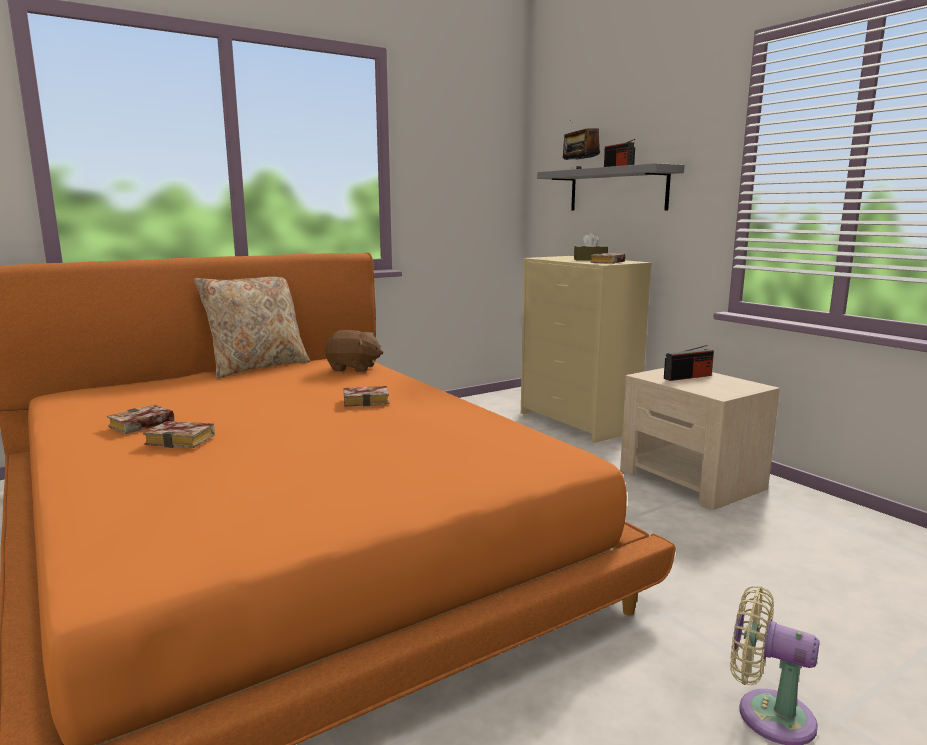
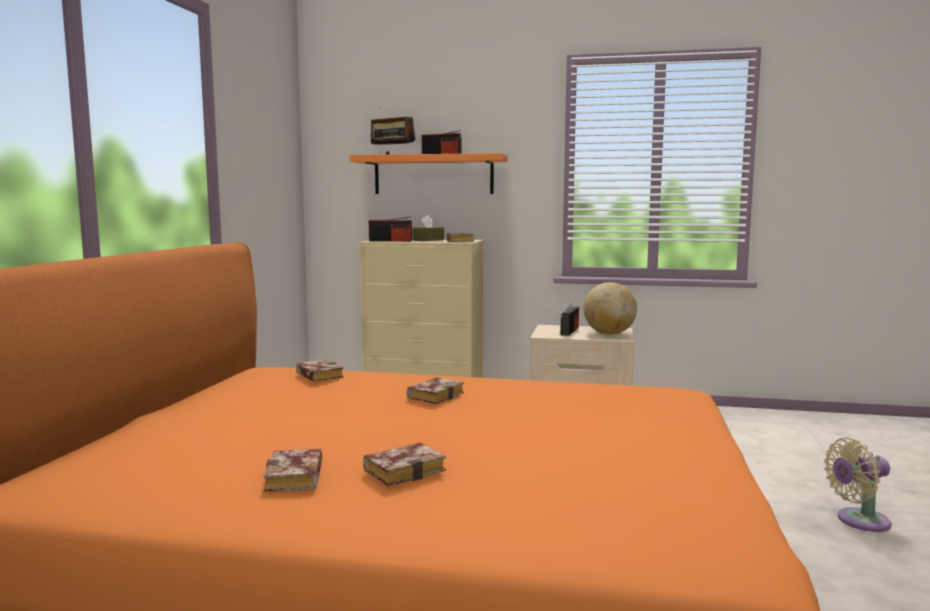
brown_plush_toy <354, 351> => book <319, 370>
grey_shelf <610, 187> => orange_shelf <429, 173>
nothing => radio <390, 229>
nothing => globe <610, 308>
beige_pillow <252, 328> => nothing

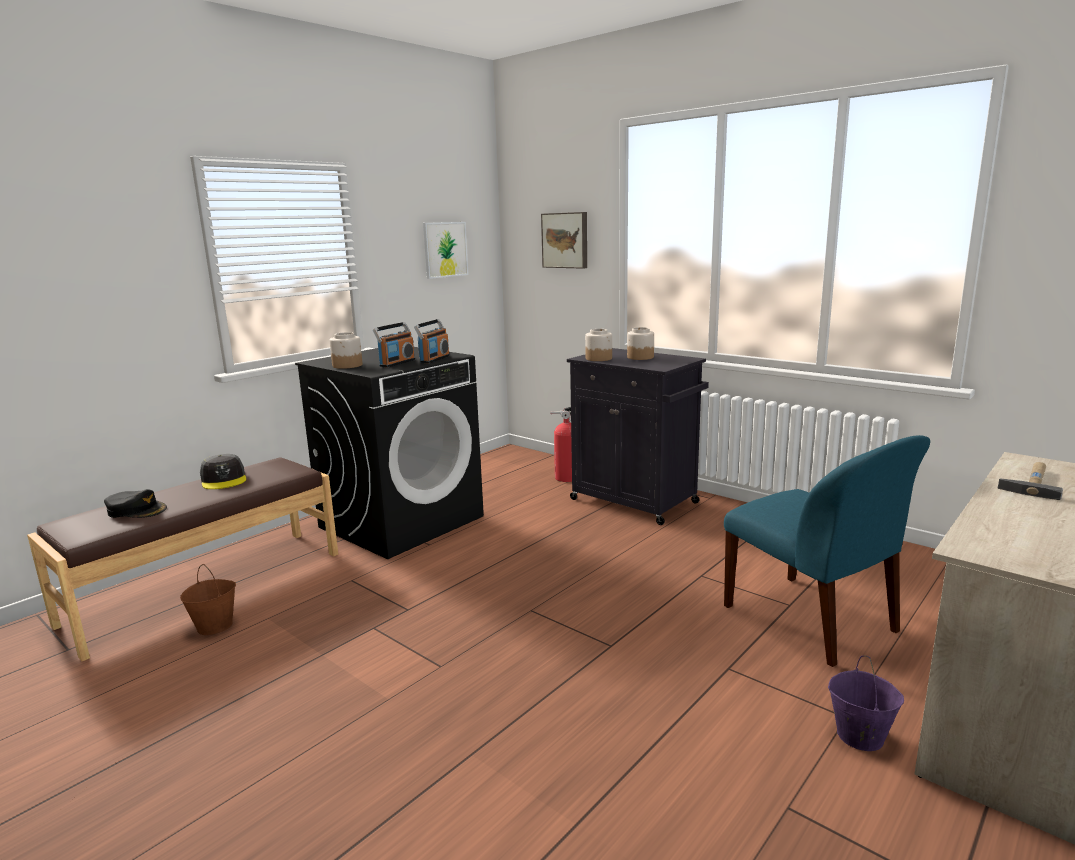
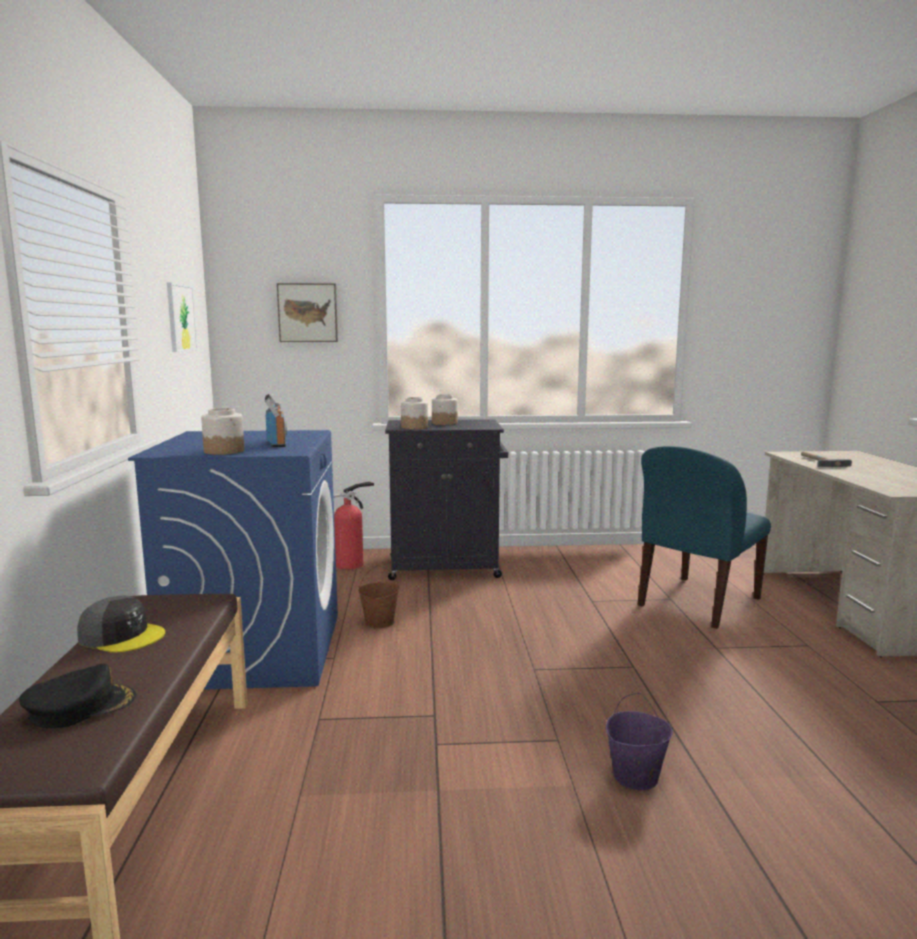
black_washing_machine <389, 453> => blue_washing_machine <233, 560>
brown_bucket <208, 599> => brown_bucket <379, 596>, moved
purple_bucket <866, 703> => purple_bucket <639, 741>, moved
blue_chair <827, 551> => blue_chair <704, 537>, 120 degrees clockwise
radio <432, 341> => nothing

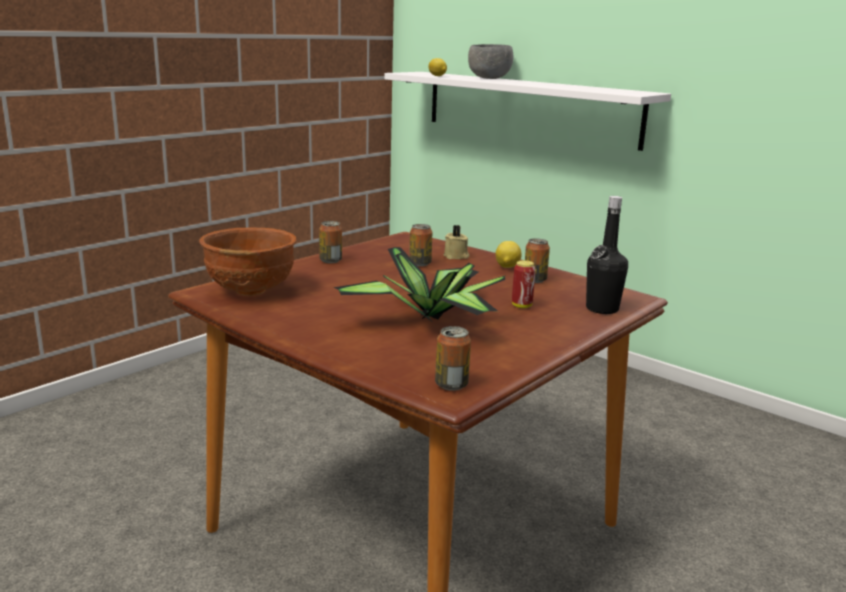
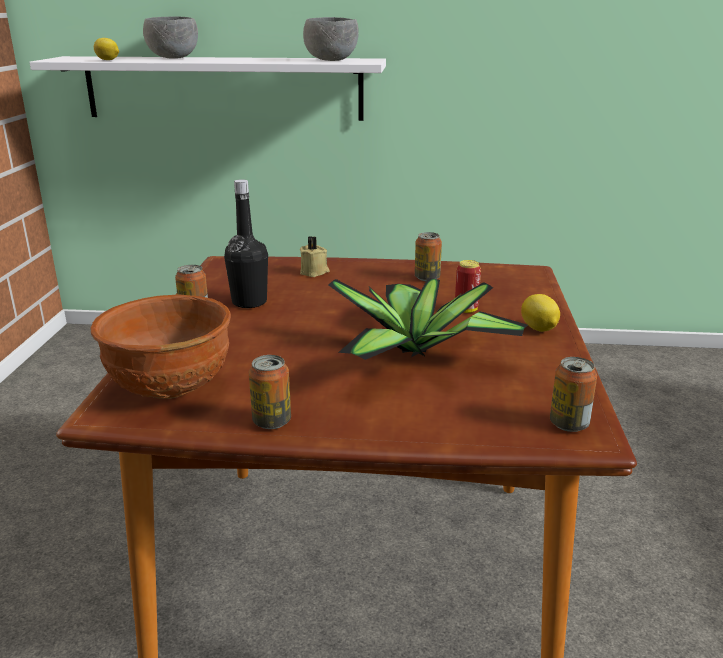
black_bottle <607, 255> => black_bottle <246, 243>, moved
can <420, 245> => can <270, 392>, moved
nothing => grey_bowl <331, 39>
lemon <508, 254> => lemon <540, 313>, moved

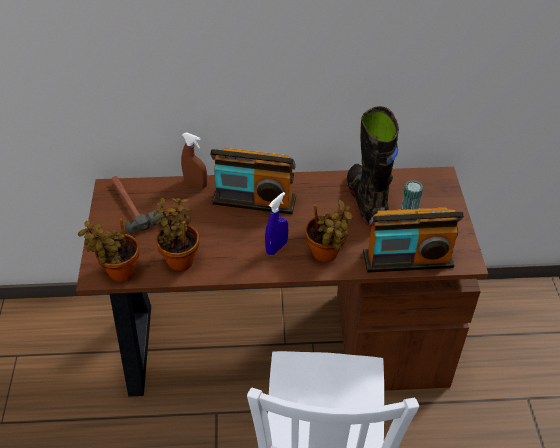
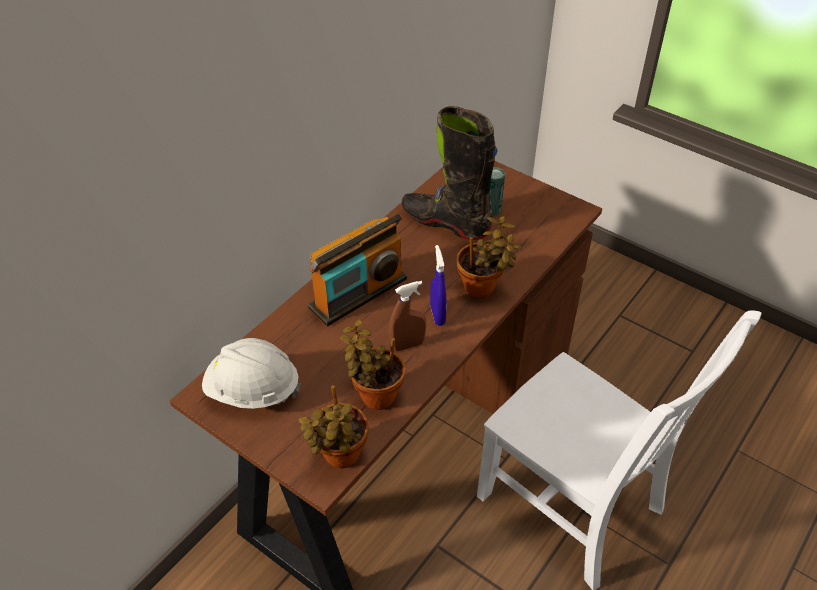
hammer <137, 205> => white_hard_hat <251, 373>
brown_spray_bottle <194, 160> => brown_spray_bottle <407, 316>, moved
radio <413, 240> => nothing

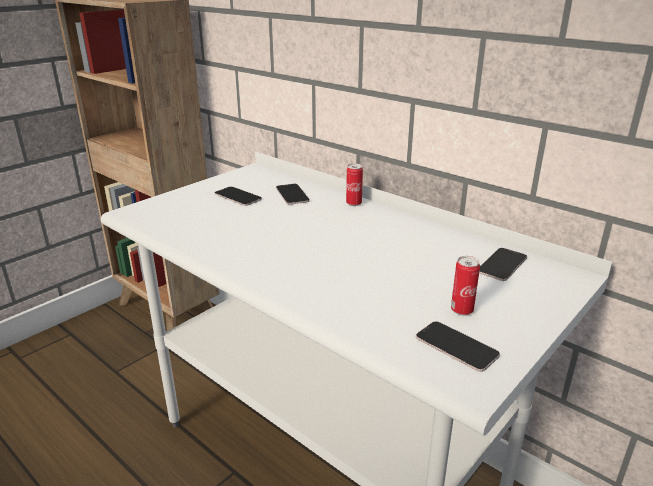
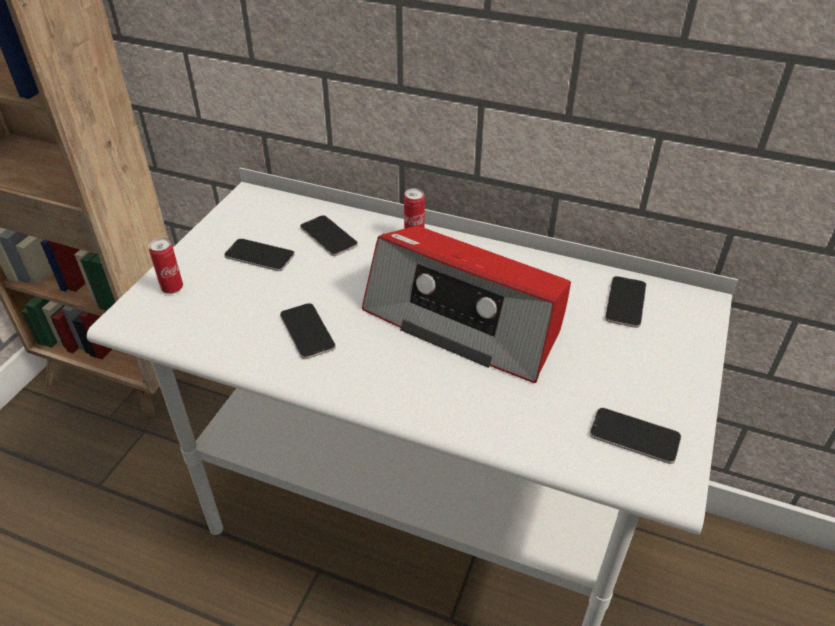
can <465, 285> => can <166, 266>, moved
nothing => phone <308, 331>
nothing => radio <466, 304>

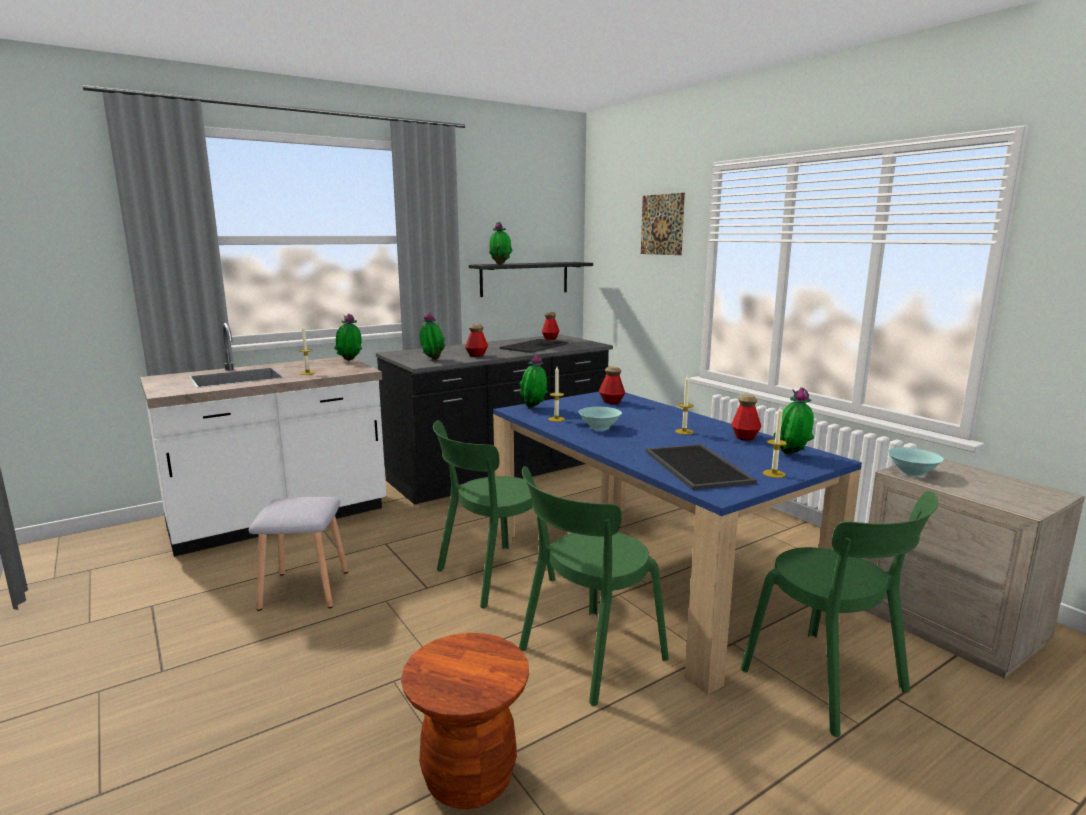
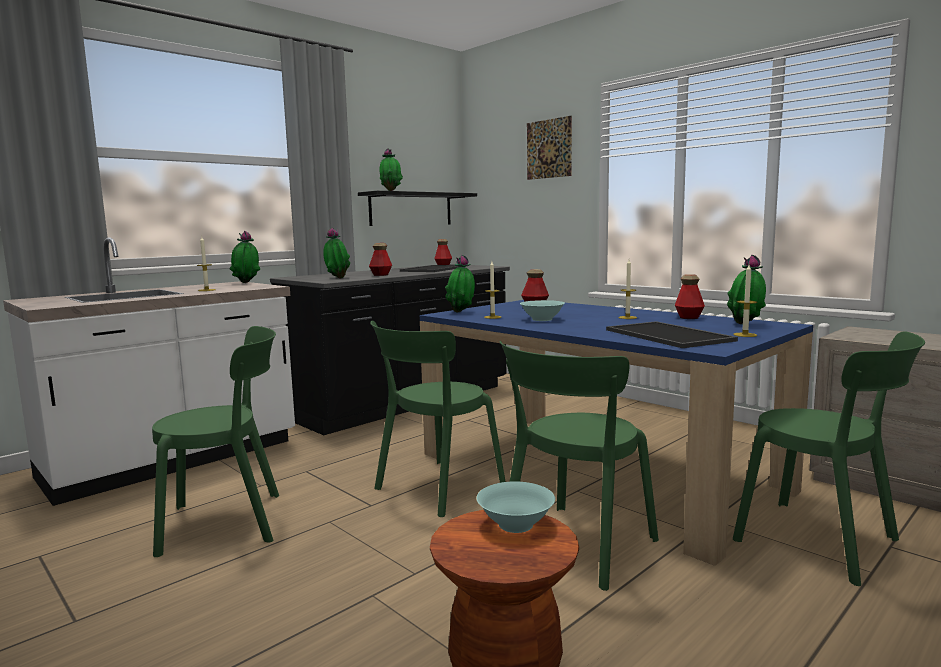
grey_stool <298, 554> => green_chair <215, 441>
turquoise_bowl <916, 462> => turquoise_bowl <516, 507>, moved

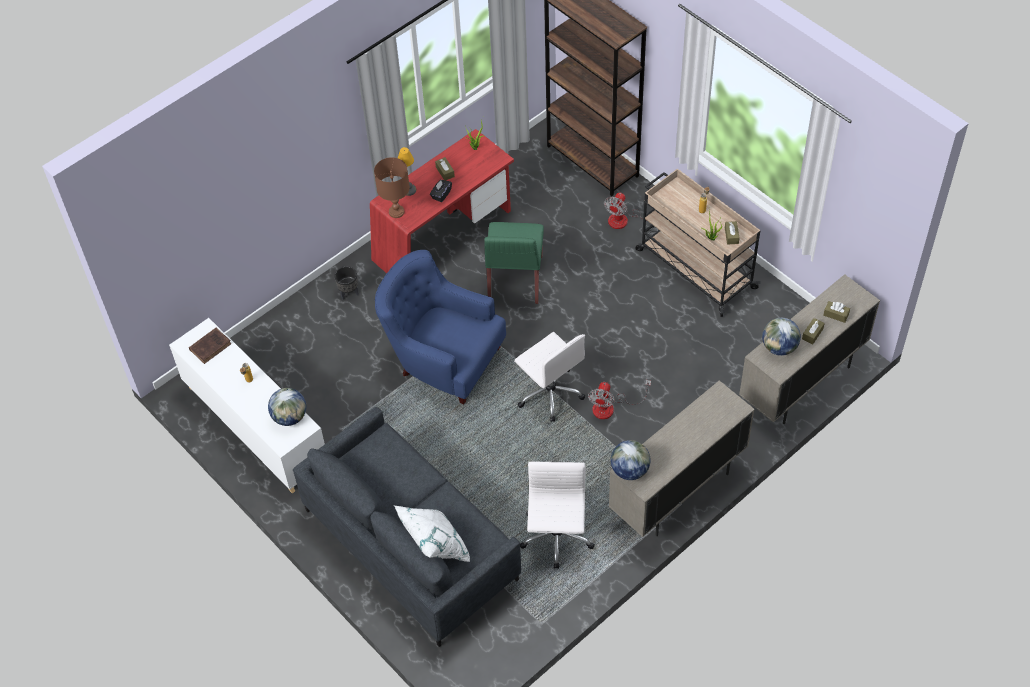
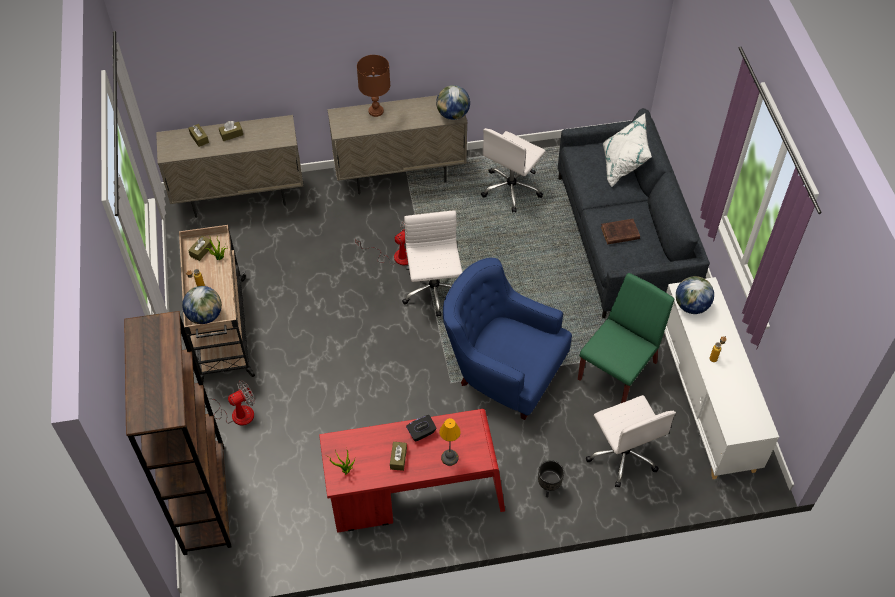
globe <781, 337> => globe <202, 305>, moved
brown_table_lamp <392, 187> => brown_table_lamp <373, 86>, moved
blue_armchair <440, 327> => blue_armchair <507, 339>, 150 degrees clockwise
green_chair <514, 263> => green_chair <626, 338>, moved
nothing => white_office_chair <631, 441>
brown_book <210, 346> => brown_book <620, 232>, moved

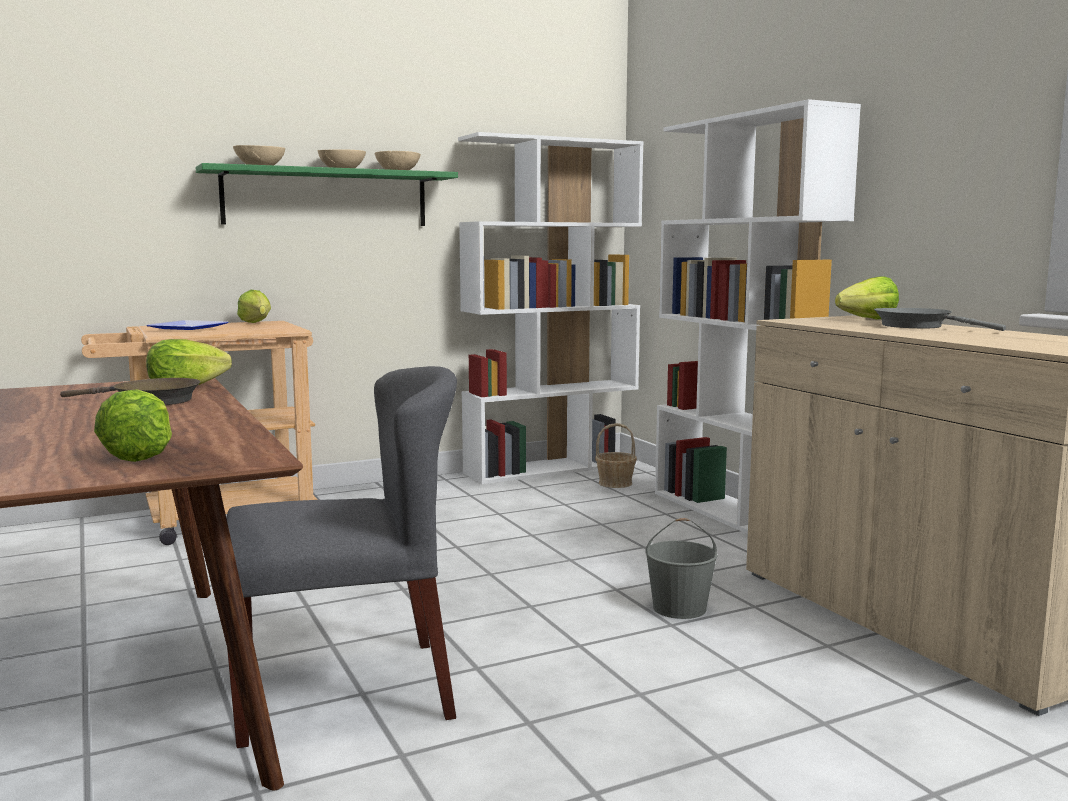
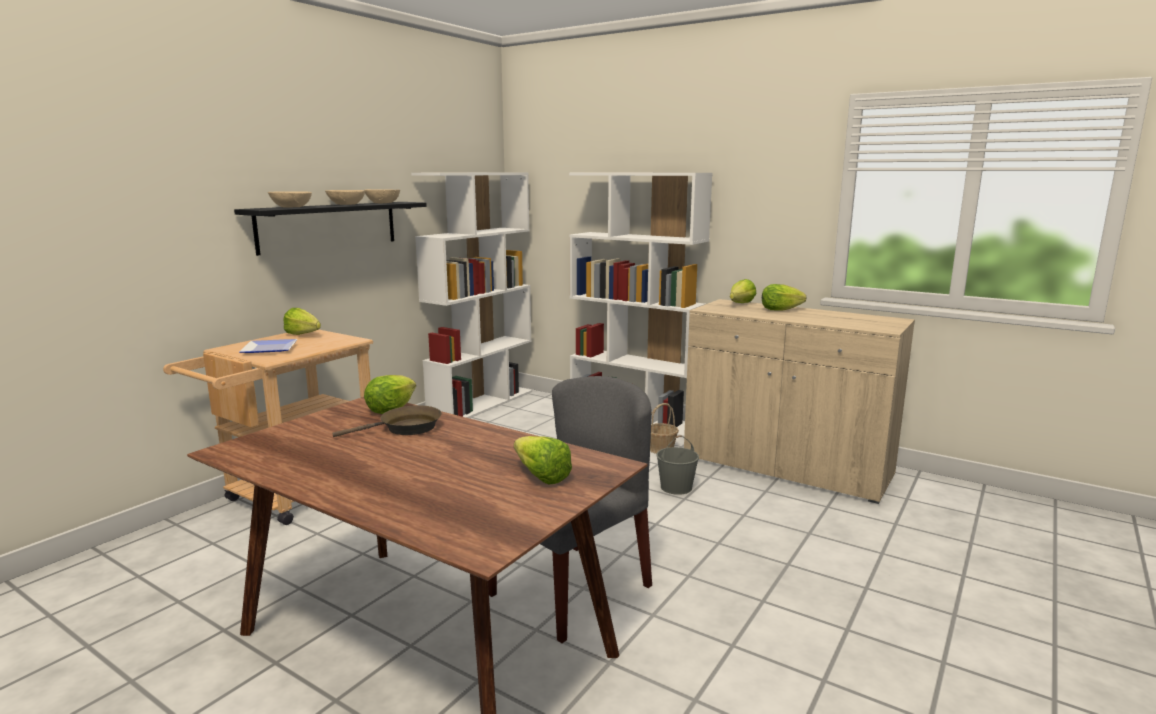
green_shelf <327, 194> => black_shelf <330, 229>
basket <616, 455> => basket <664, 428>, moved
grey_frying_pan <940, 319> => lettuce <784, 297>

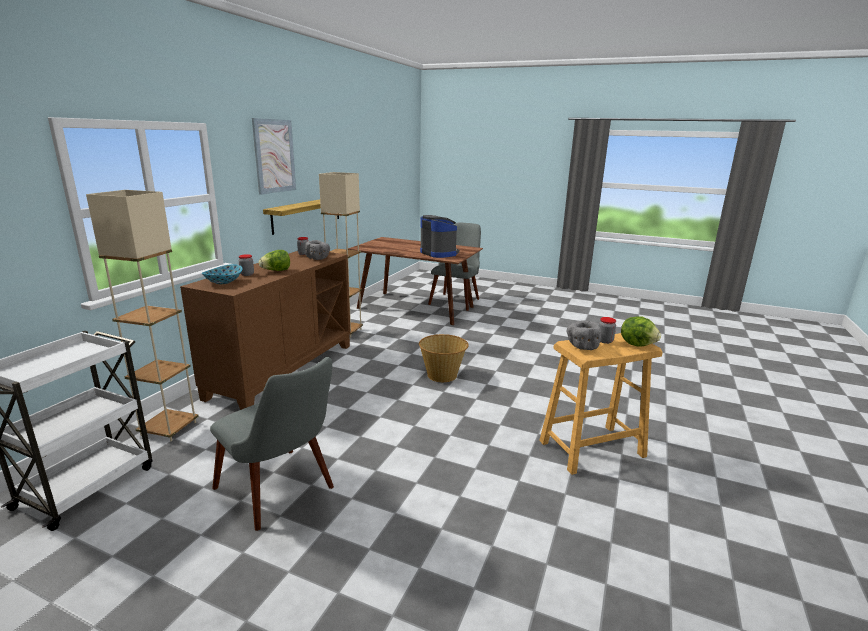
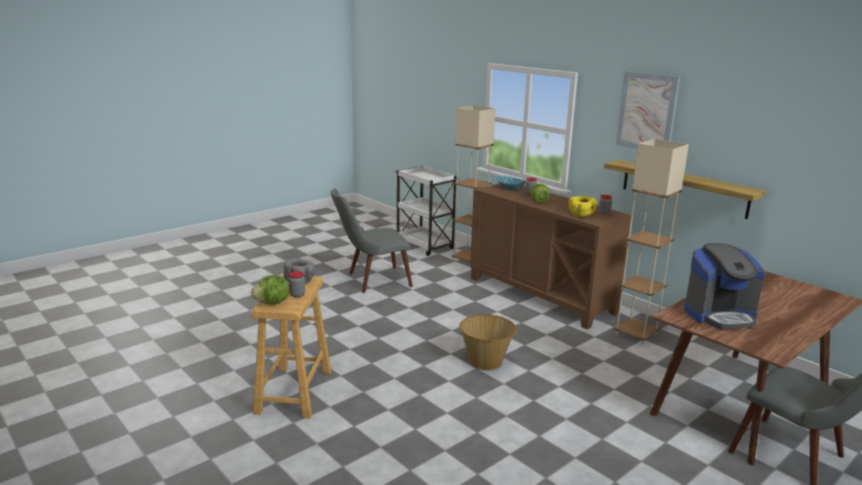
grey_bowl <317, 250> => yellow_bowl <582, 206>

